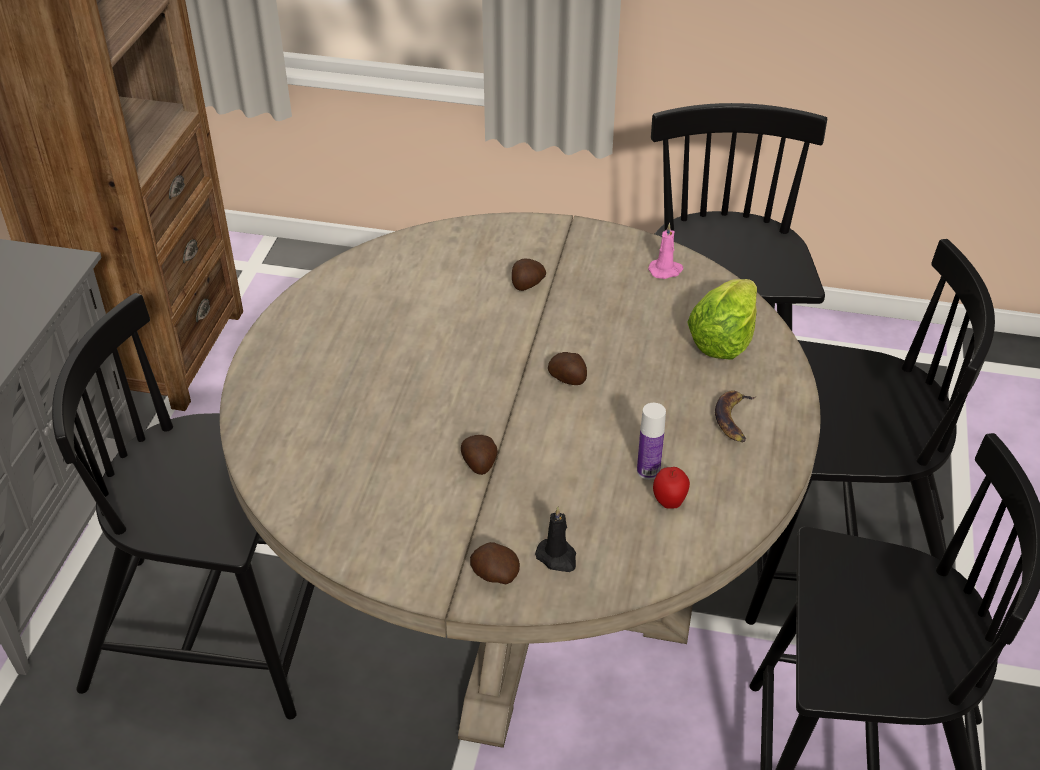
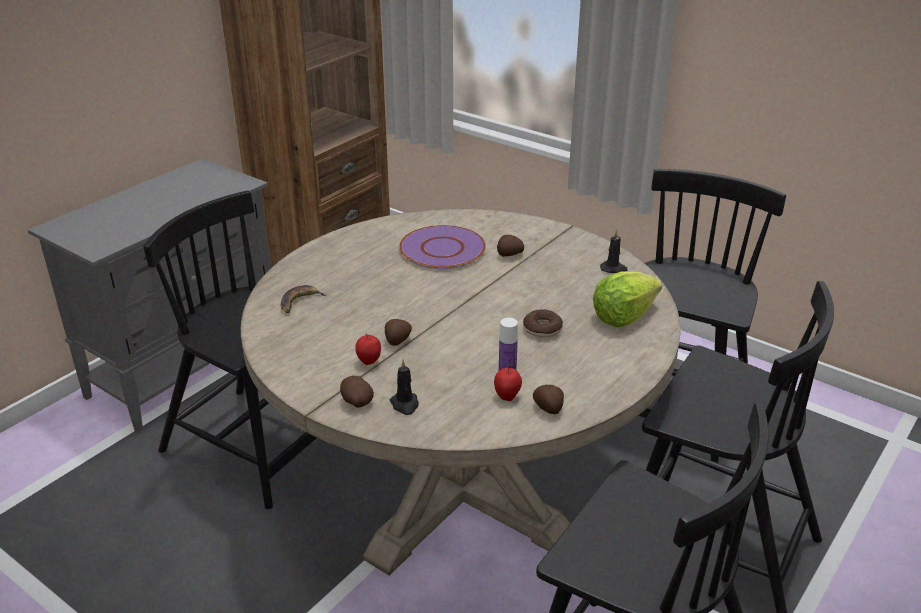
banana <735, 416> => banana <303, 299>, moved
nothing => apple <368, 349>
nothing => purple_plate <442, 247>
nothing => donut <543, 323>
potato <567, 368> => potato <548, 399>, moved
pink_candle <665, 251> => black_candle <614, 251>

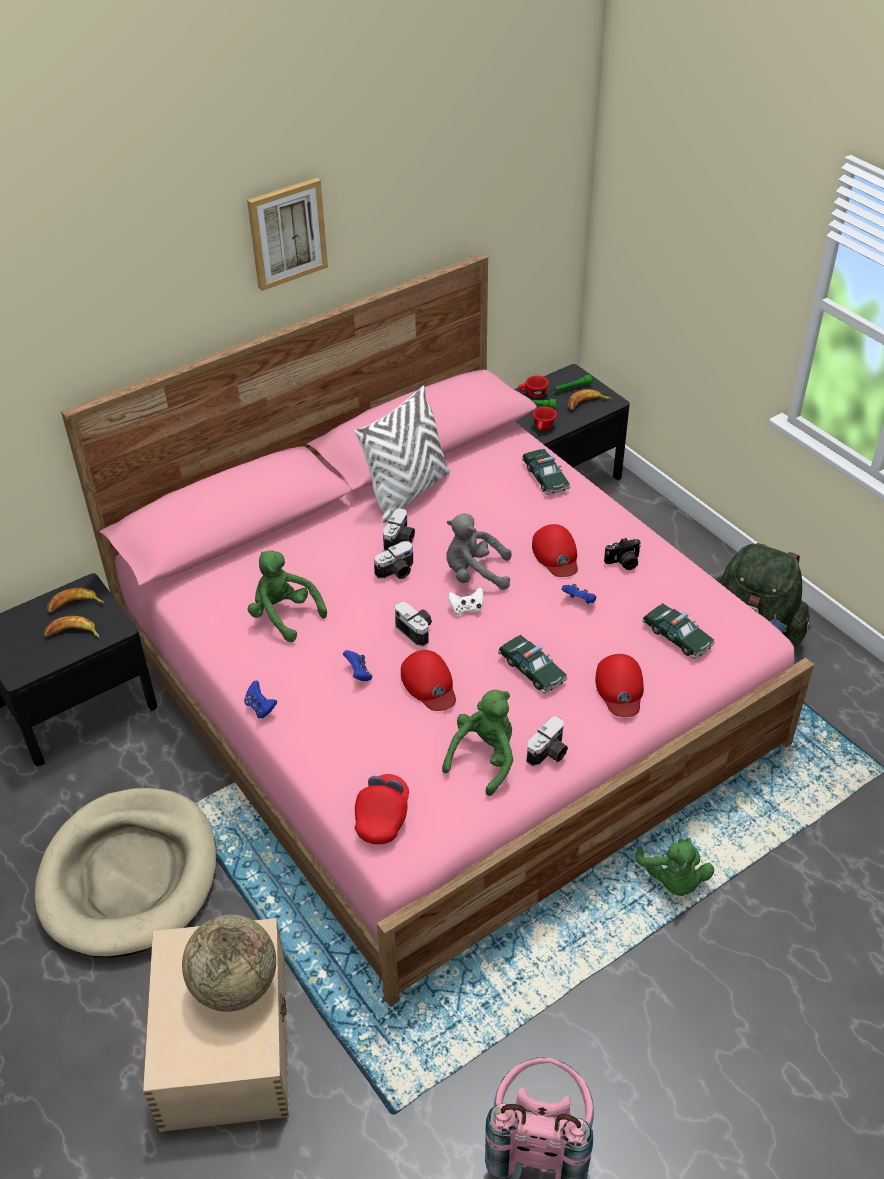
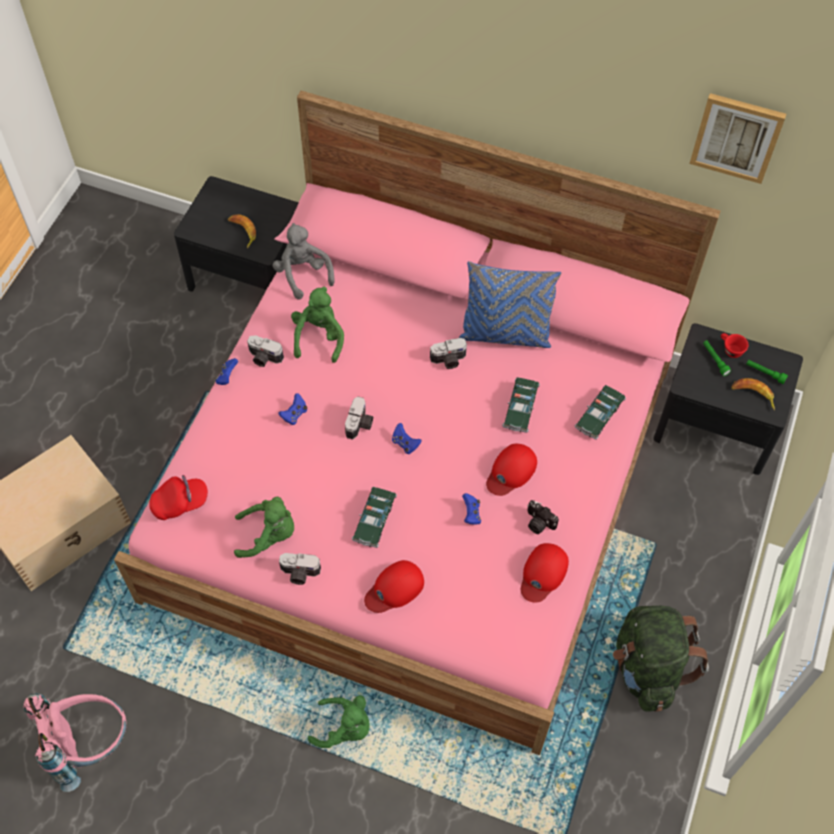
photo_camera <393, 560> => photo_camera <265, 351>, moved
grey_plush_toy <478, 551> => grey_plush_toy <303, 261>, moved
green_plush_toy <674, 867> => green_plush_toy <339, 721>, 120 degrees counterclockwise
white_game_controller <465, 601> => blue_game_controller <407, 438>
white_pillow <402, 454> => blue_pillow <510, 304>
toy_car <678, 631> => toy_car <521, 405>, moved
red_cap <428, 680> => red_cap <545, 573>, moved
picture <287, 234> => picture <738, 138>, moved
beige_dog_bed <126, 873> => nothing
banana <75, 600> => nothing
globe <229, 963> => nothing
red_cup <545, 418> => nothing

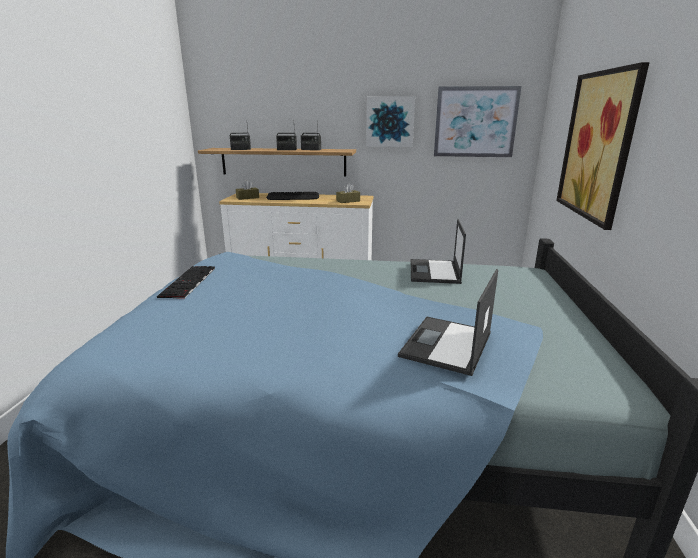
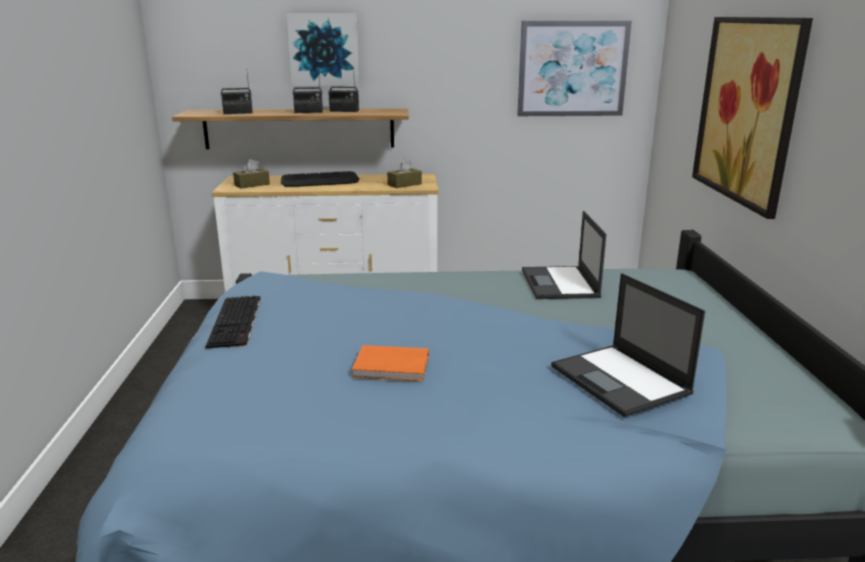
picture <390, 121> => picture <323, 49>, moved
nothing => orange_book <390, 363>
laptop <448, 322> => laptop <628, 345>, 45 degrees counterclockwise

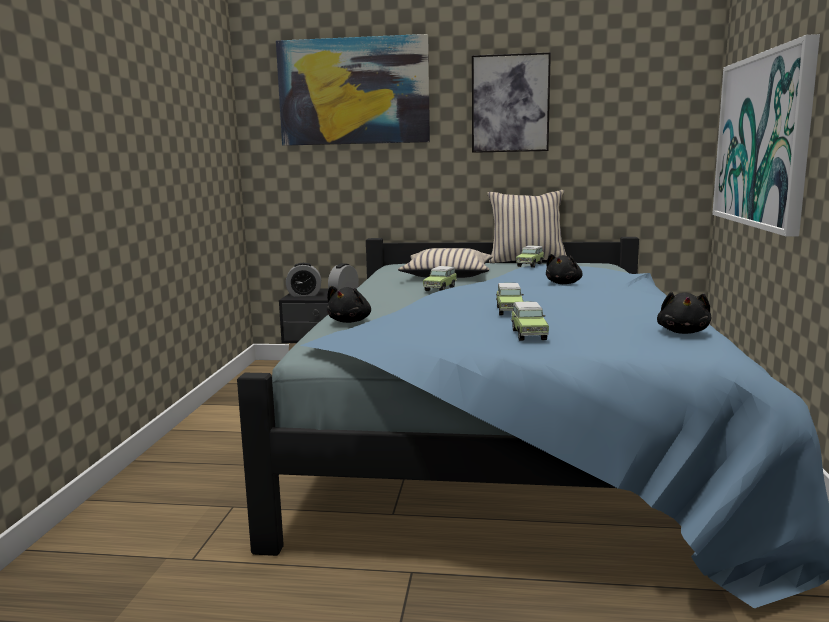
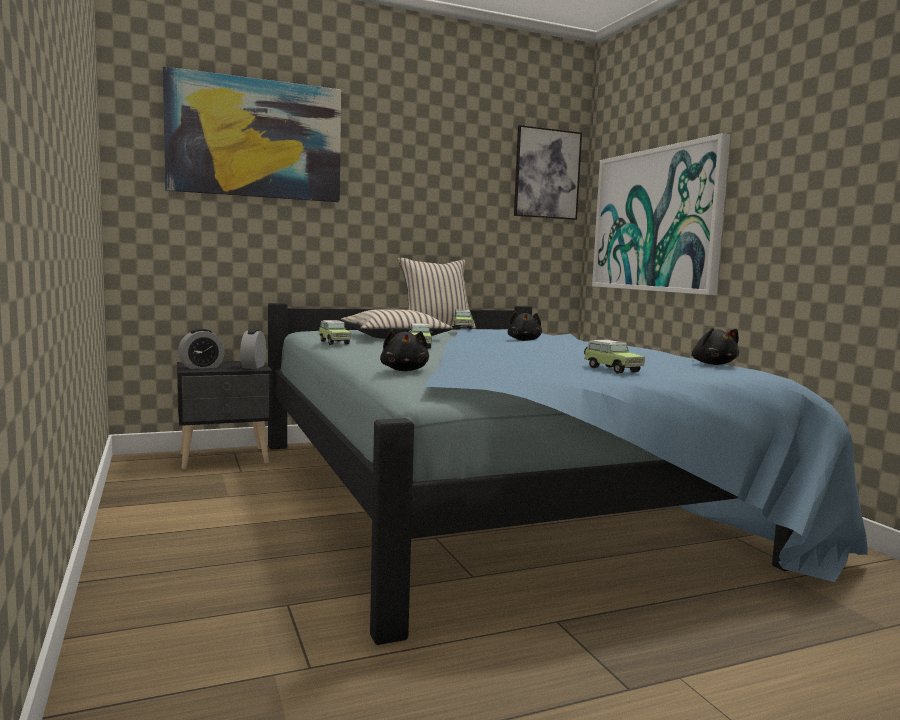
toy_car <510, 299> => toy_car <335, 332>, moved
picture <511, 102> => picture <548, 172>, moved

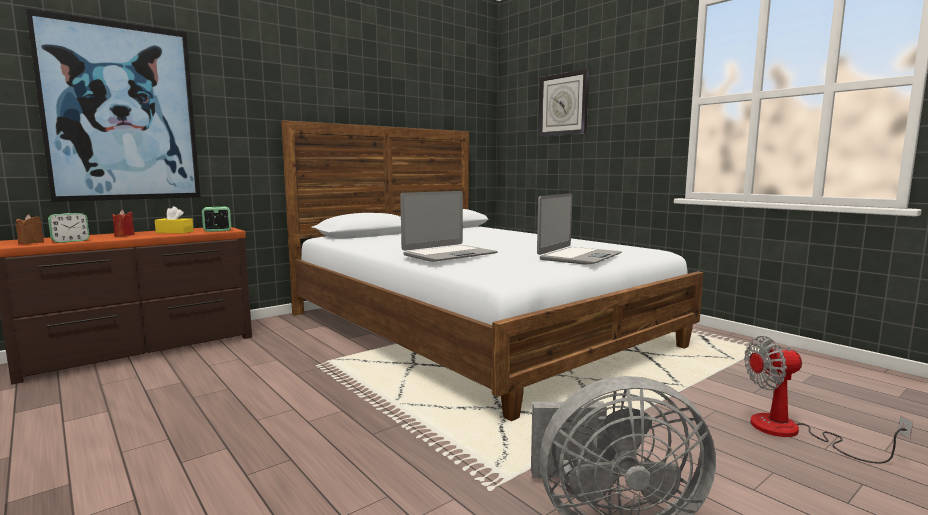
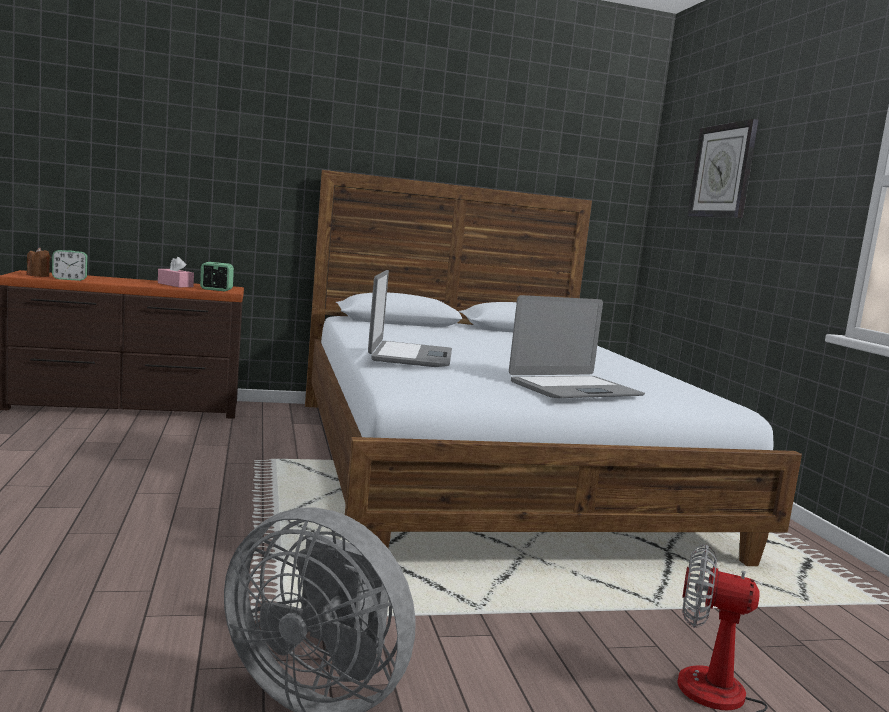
yellow_tissue_box <174, 219> => pink_tissue_box <176, 272>
laptop <448, 226> => laptop <410, 318>, 75 degrees counterclockwise
picture <113, 105> => nothing
red_candle <123, 223> => nothing

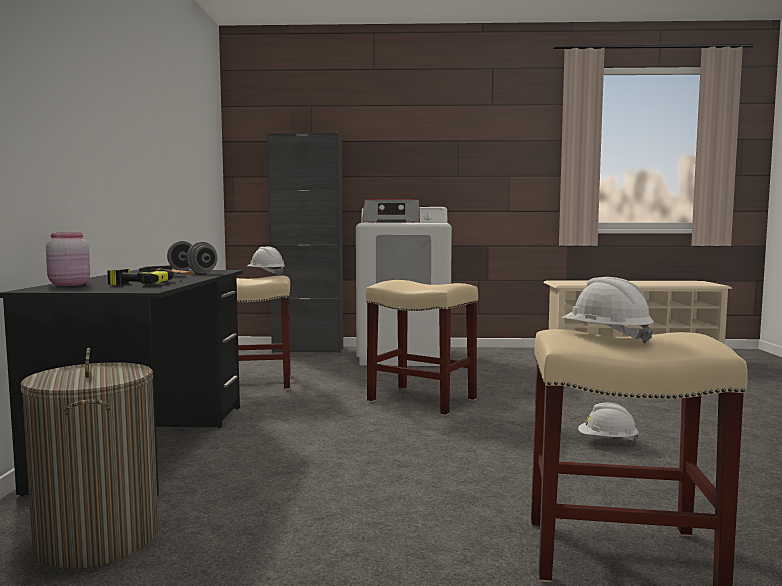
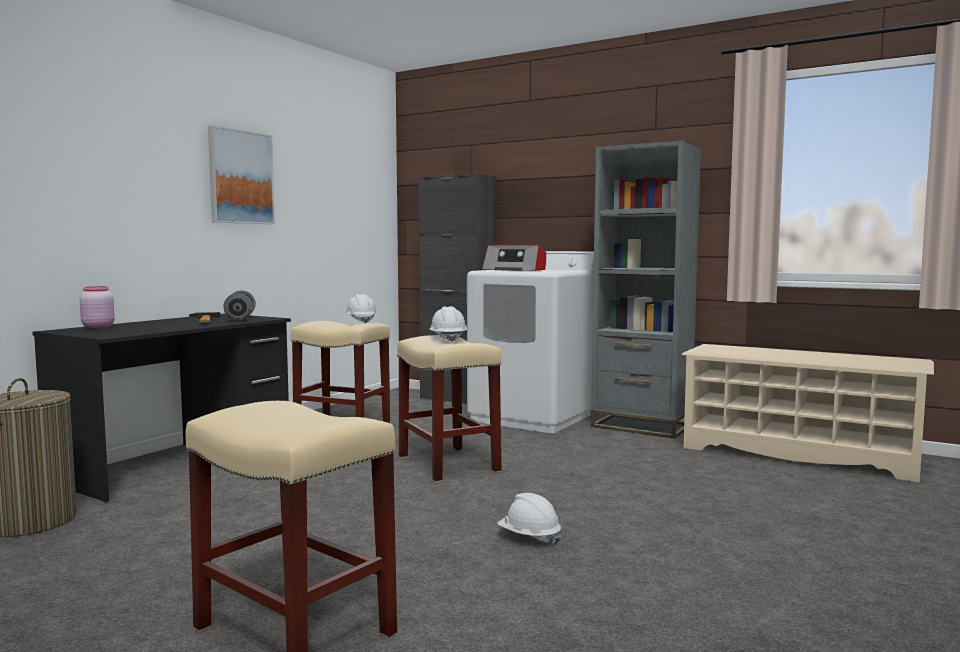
nothing => picture <241, 174>
white_hard_hat <607, 310> => white_hard_hat <448, 324>, moved
nothing => grey_bookcase <646, 289>
power_drill <144, 277> => nothing

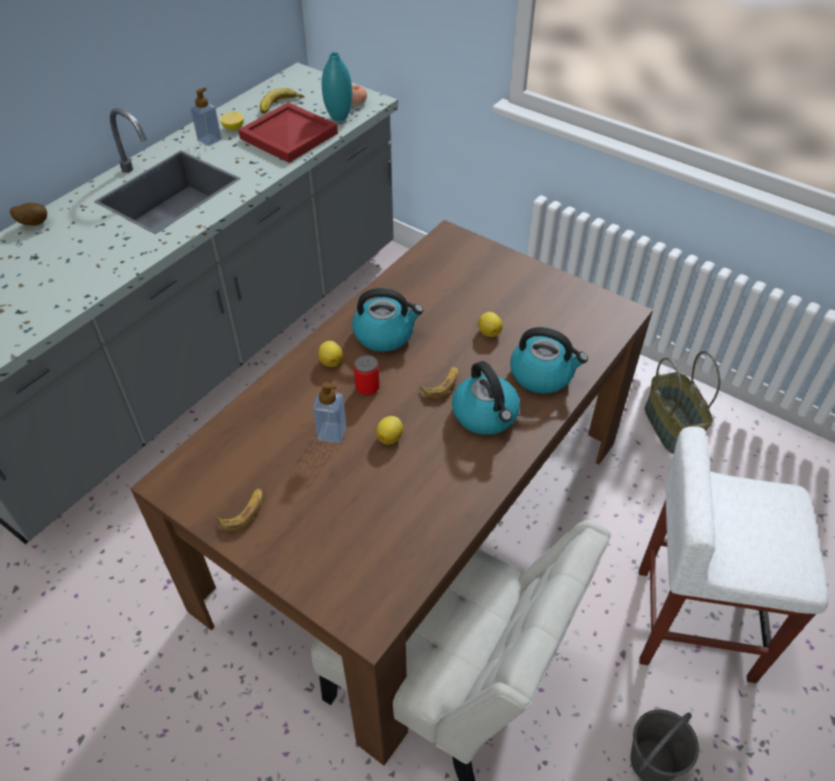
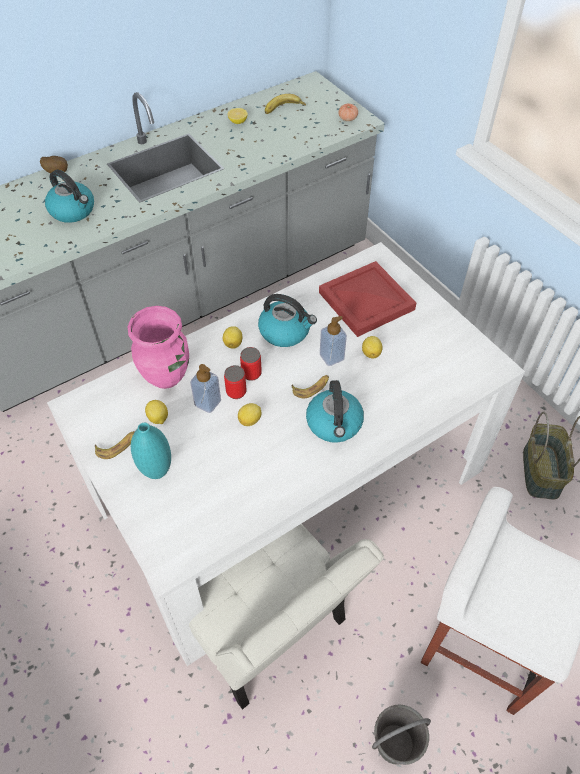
kettle <549, 360> => kettle <69, 196>, moved
brown_dining_table <391, 493> => white_dining_table <286, 454>
nothing => pink_vase <158, 347>
turquoise_vase <337, 86> => turquoise_vase <151, 450>, moved
nothing => lemon <156, 412>
nothing => can <235, 382>
red_tray <288, 132> => red_tray <367, 299>, moved
soap_dispenser <206, 116> => soap_dispenser <333, 341>, moved

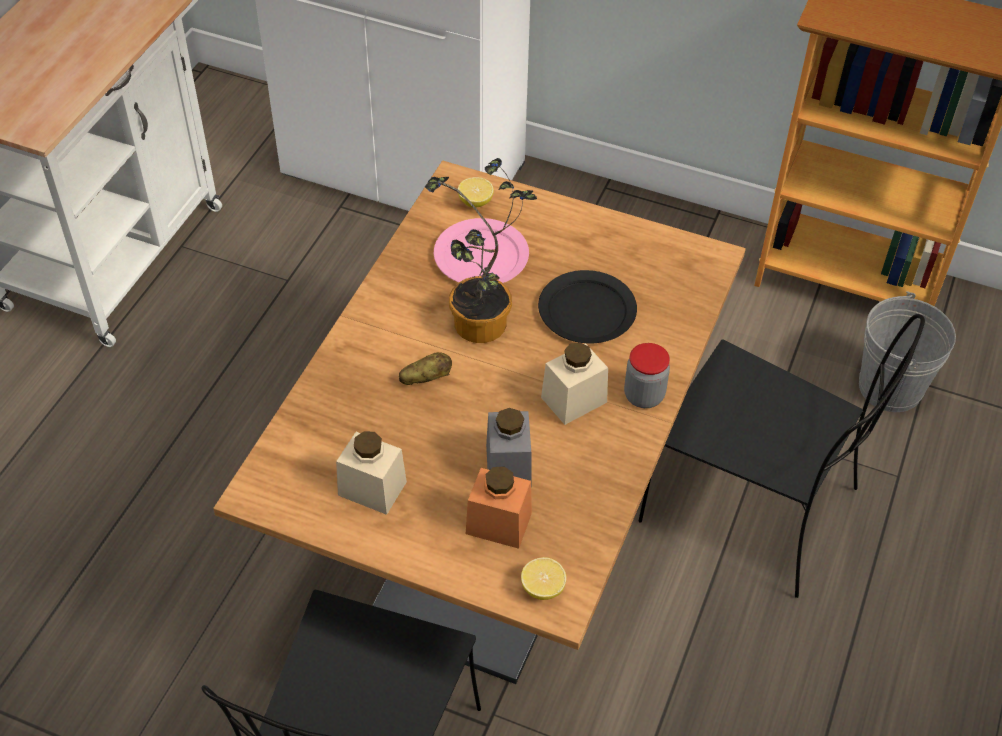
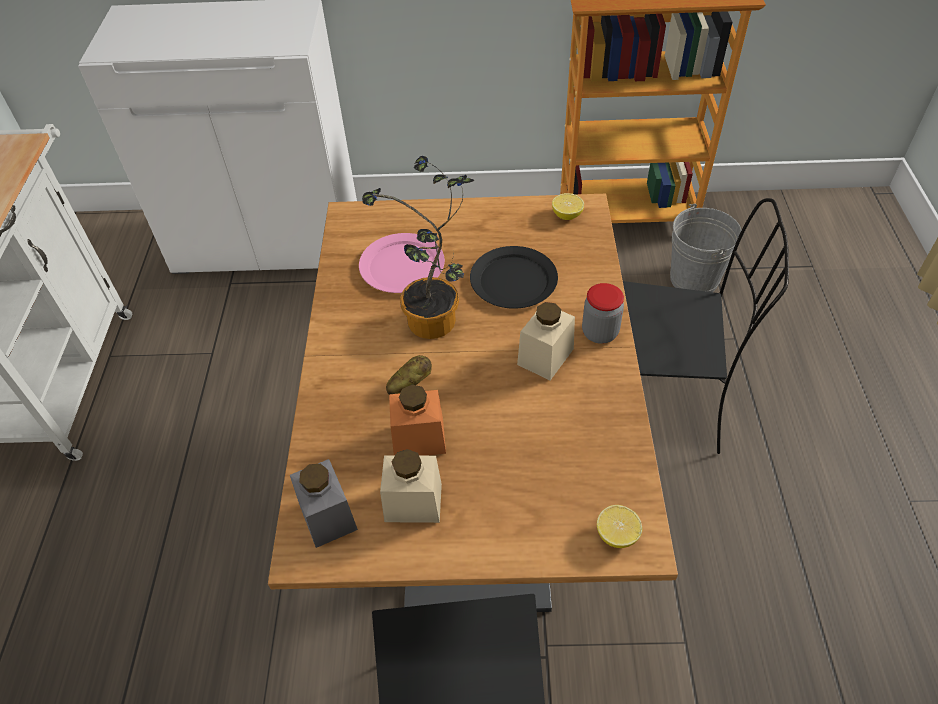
grey_jar <509, 447> => grey_jar <324, 503>, moved
orange_jar <499, 507> => orange_jar <417, 420>, moved
lemon <476, 192> => lemon <568, 206>, moved

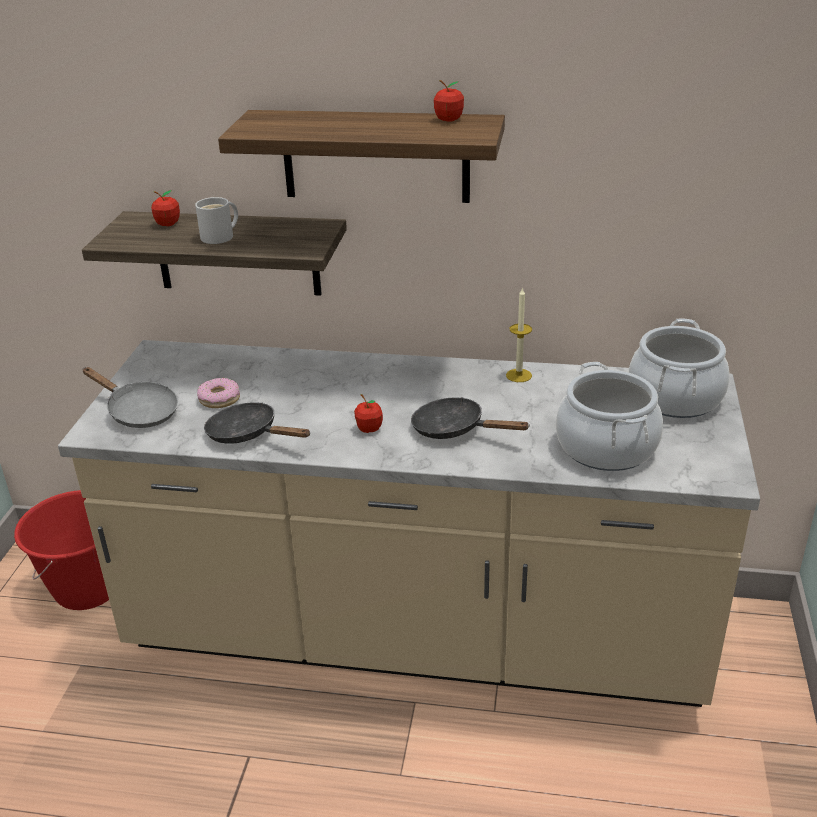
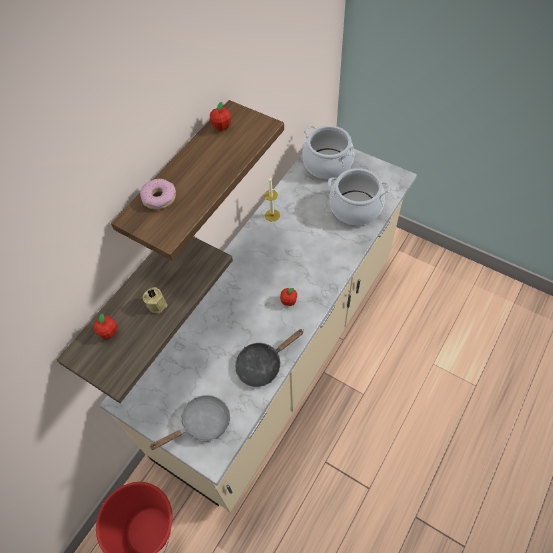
donut <218, 393> => donut <158, 194>, moved
white_mug <216, 220> => beige_candle <155, 300>
black_frying_pan <470, 418> => nothing

